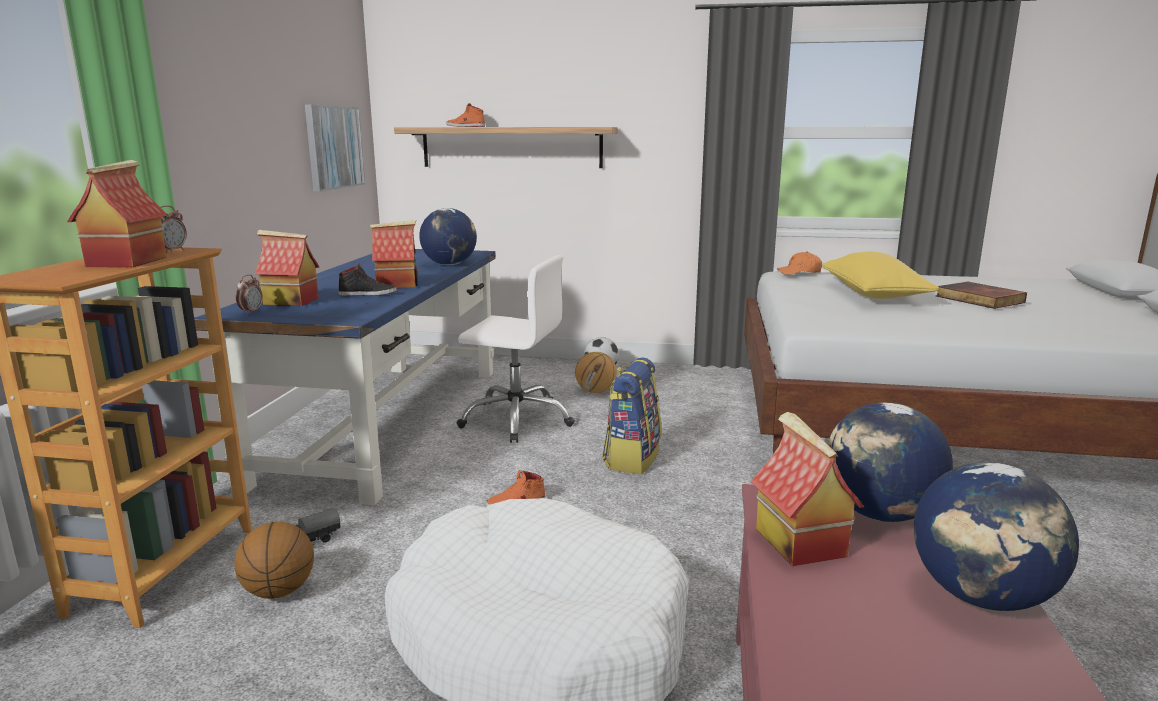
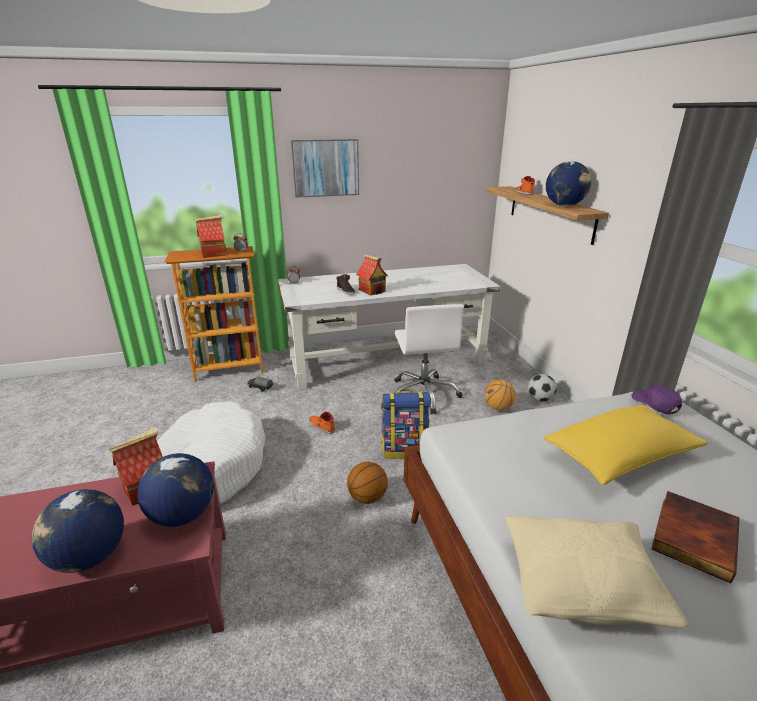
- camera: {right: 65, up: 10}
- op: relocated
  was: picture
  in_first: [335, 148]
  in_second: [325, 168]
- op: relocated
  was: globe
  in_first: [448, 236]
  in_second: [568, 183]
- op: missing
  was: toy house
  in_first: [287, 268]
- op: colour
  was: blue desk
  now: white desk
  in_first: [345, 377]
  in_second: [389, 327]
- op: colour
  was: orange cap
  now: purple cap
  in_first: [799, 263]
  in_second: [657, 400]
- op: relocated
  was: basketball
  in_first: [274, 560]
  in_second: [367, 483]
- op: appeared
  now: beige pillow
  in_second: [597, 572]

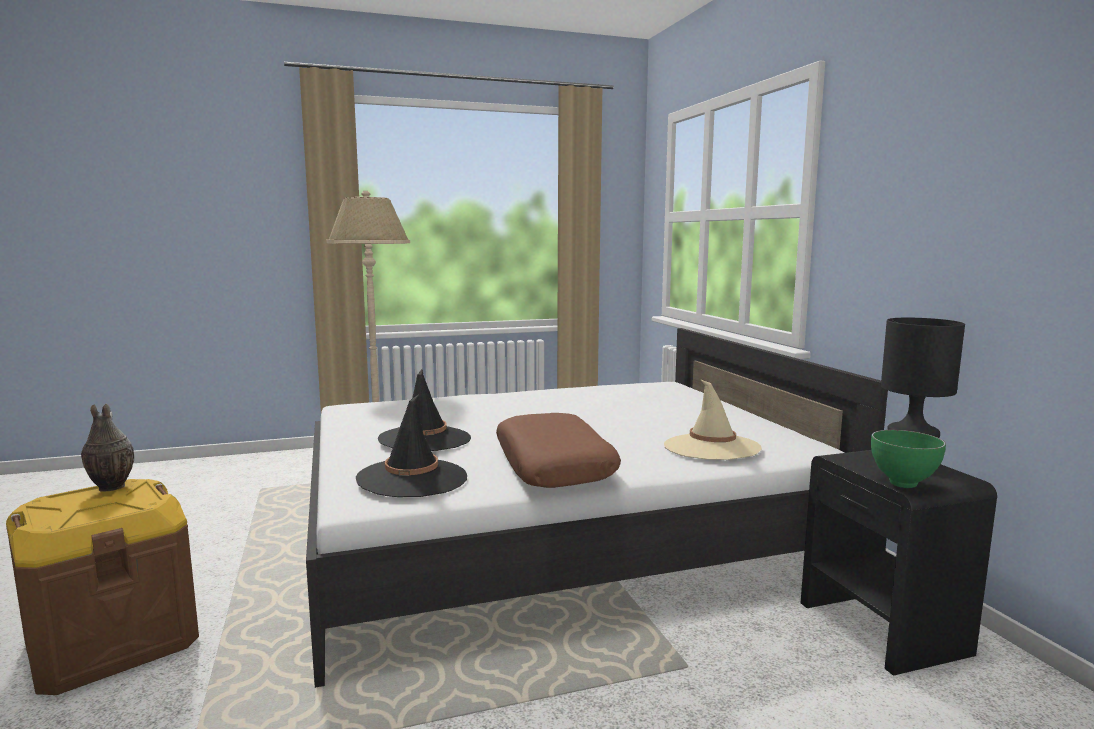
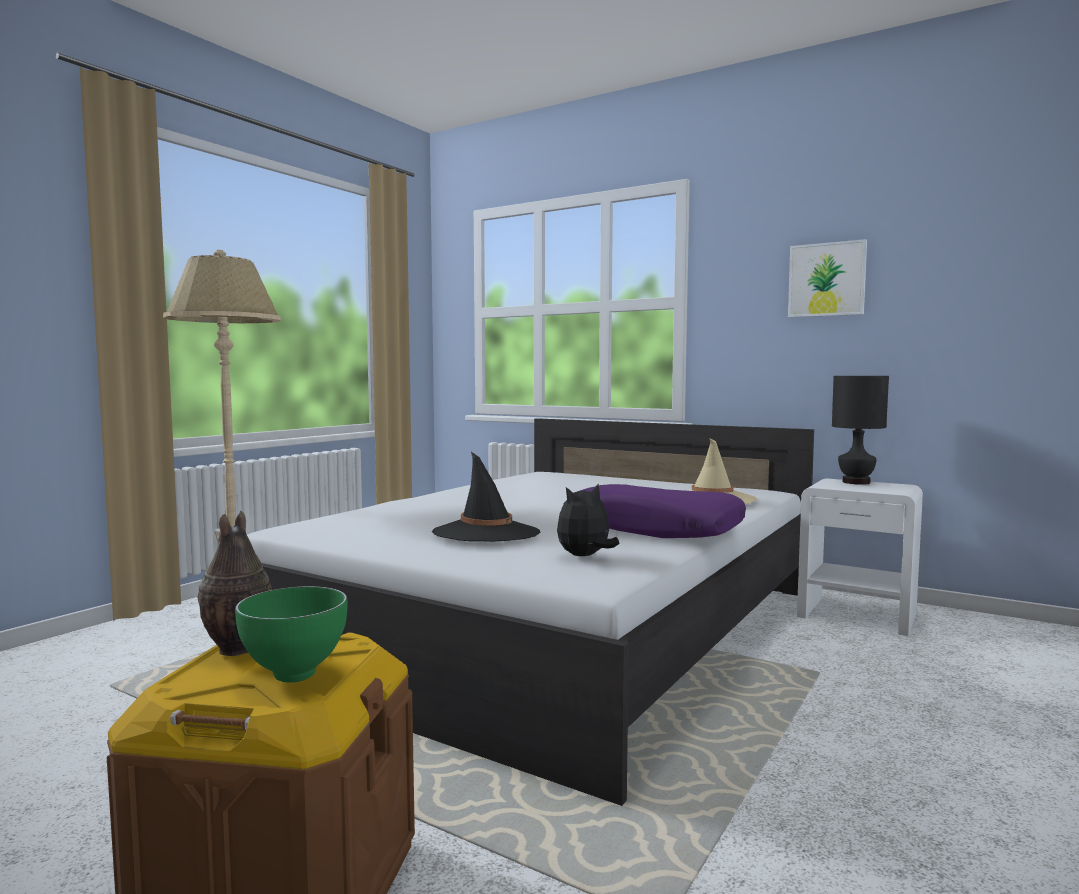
- camera: {right: -40, up: -5}
- op: exchanged
  was: black hat
  now: plush toy
  in_first: [411, 446]
  in_second: [588, 520]
- op: colour
  was: brown pillow
  now: purple pillow
  in_first: [558, 450]
  in_second: [661, 511]
- op: relocated
  was: green bowl
  in_first: [908, 459]
  in_second: [291, 634]
- op: colour
  was: black nightstand
  now: white nightstand
  in_first: [899, 563]
  in_second: [860, 557]
- op: appeared
  now: picture
  in_second: [827, 278]

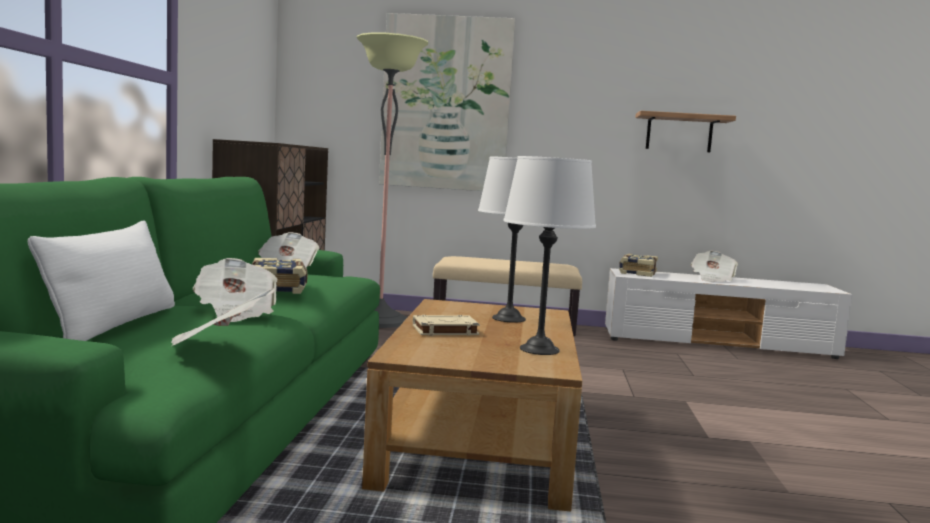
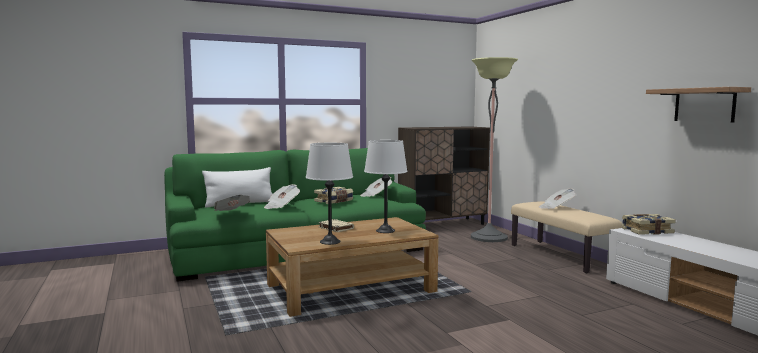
- camera: {right: 60, up: 0}
- op: missing
  was: picture
  in_first: [447, 102]
- op: relocated
  was: newspaper
  in_first: [714, 266]
  in_second: [557, 198]

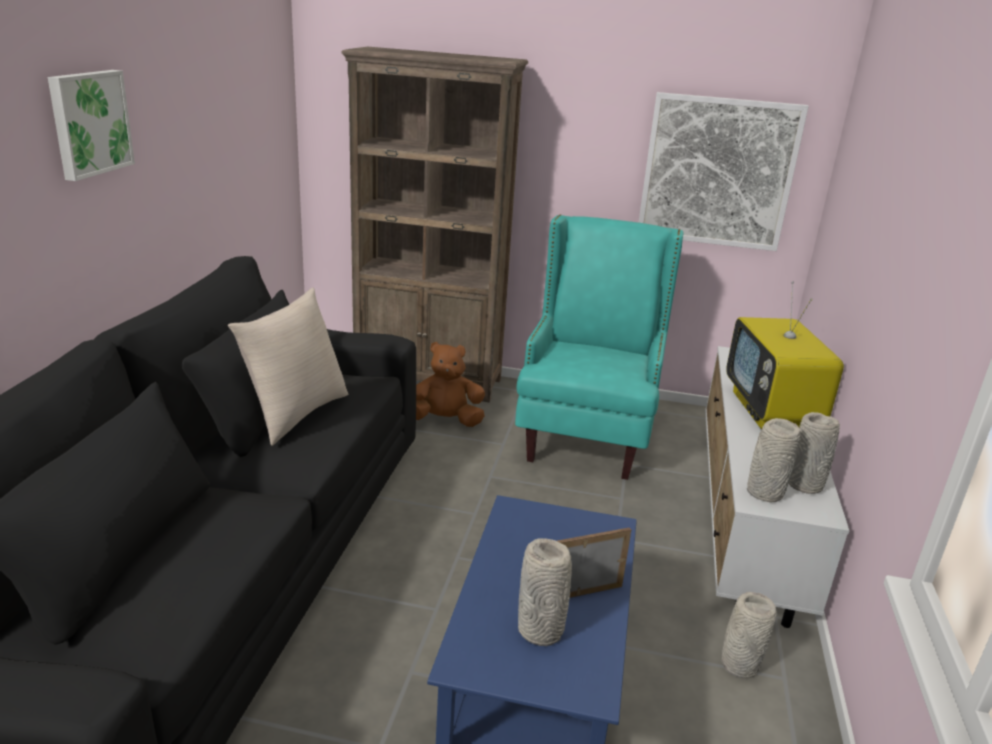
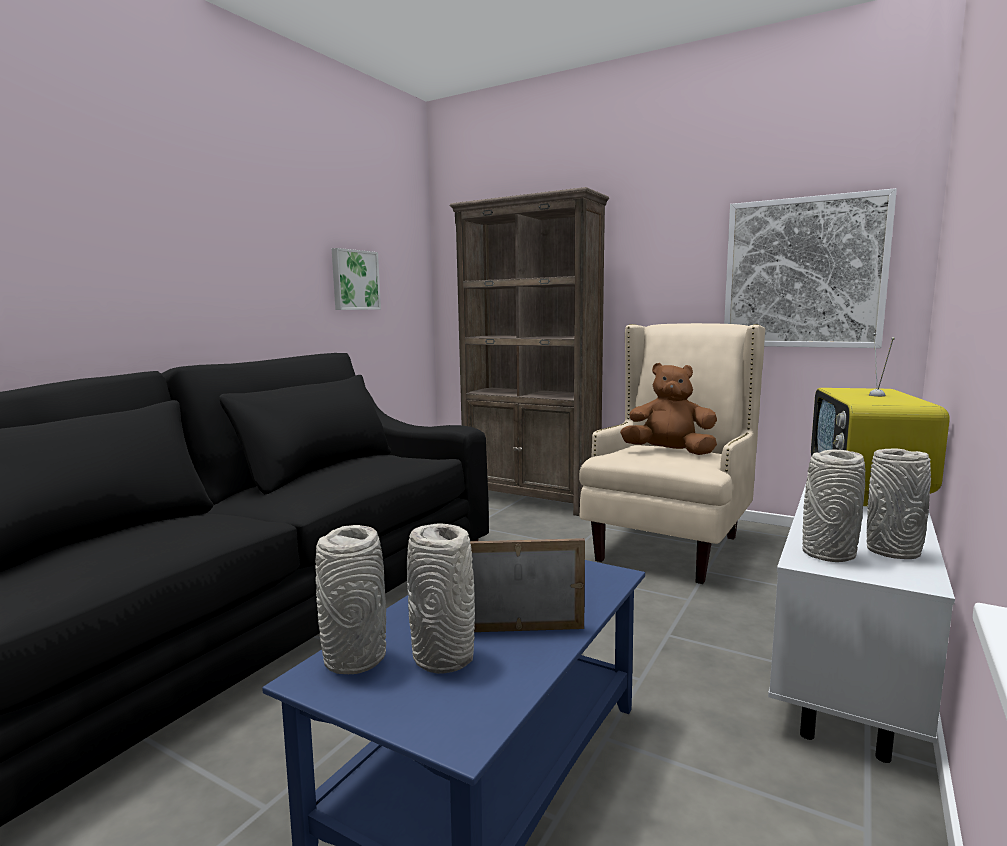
- camera: {right: 20, up: -15}
- op: relocated
  was: picture
  in_first: [91, 125]
  in_second: [356, 279]
- op: colour
  was: turquoise armchair
  now: beige armchair
  in_first: [599, 347]
  in_second: [672, 453]
- op: missing
  was: beige pillow
  in_first: [288, 367]
- op: relocated
  was: brown plush toy
  in_first: [450, 384]
  in_second: [668, 409]
- op: relocated
  was: grey vase
  in_first: [749, 635]
  in_second: [350, 599]

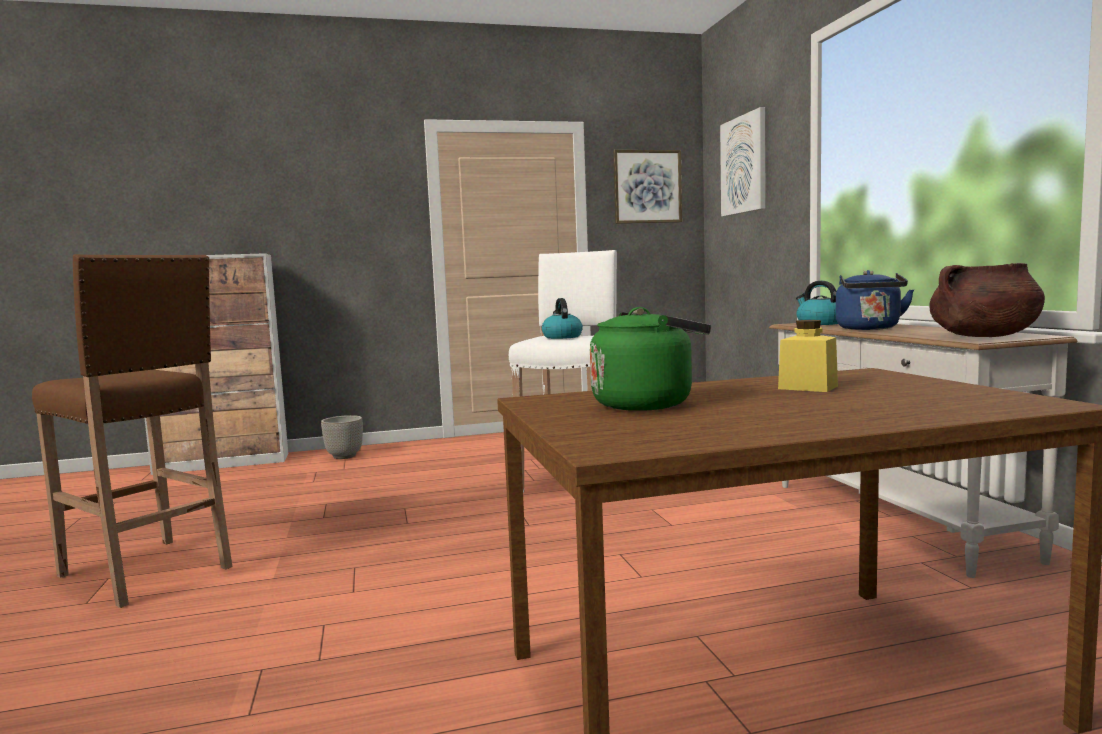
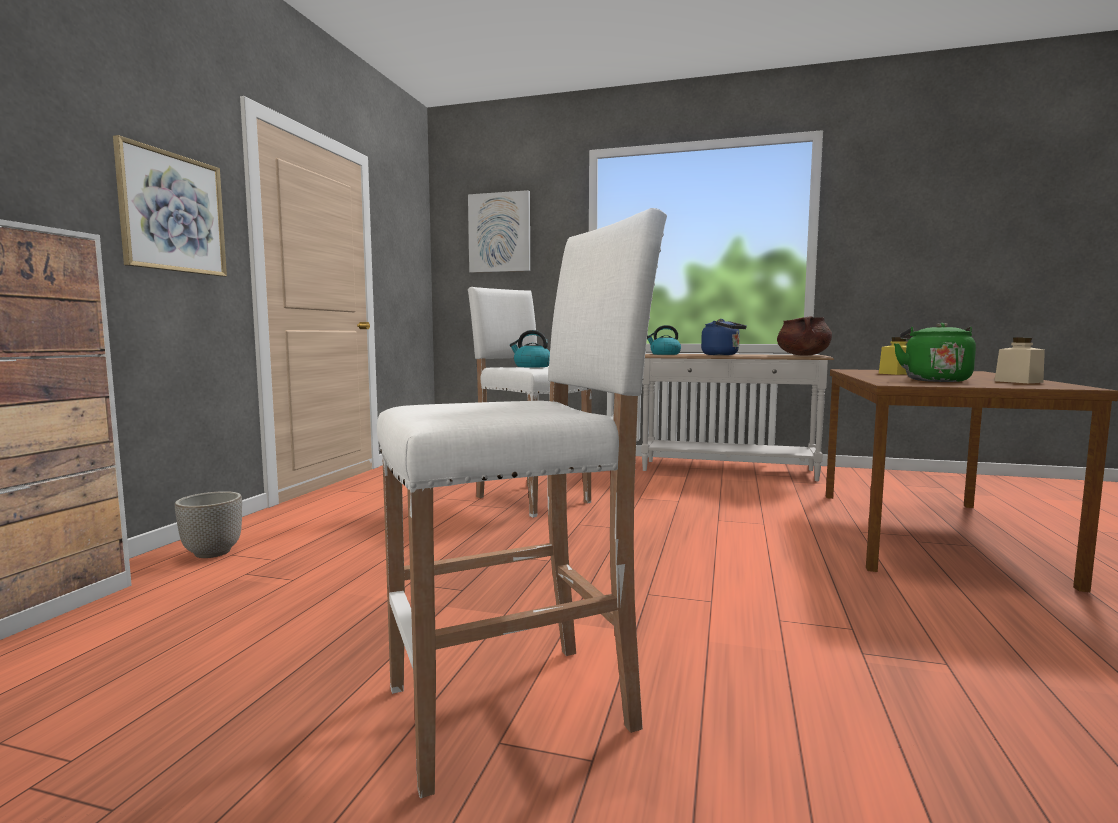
- camera: {right: -60, up: 0}
- op: relocated
  was: picture
  in_first: [647, 187]
  in_second: [170, 206]
- op: colour
  was: brown stool
  now: white stool
  in_first: [132, 431]
  in_second: [522, 503]
- op: appeared
  now: beige jar
  in_second: [1020, 360]

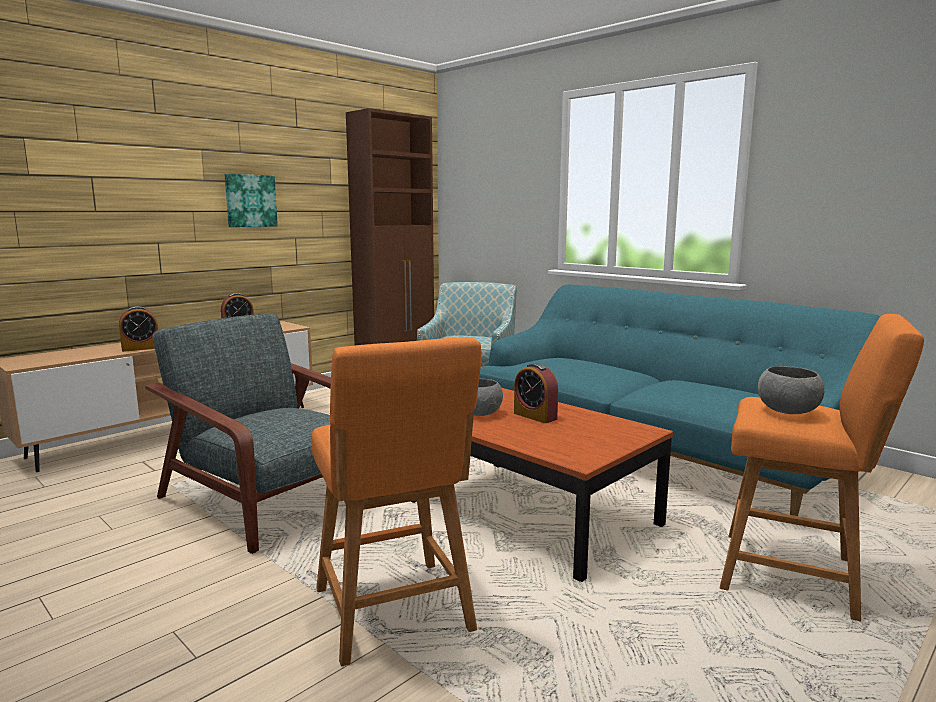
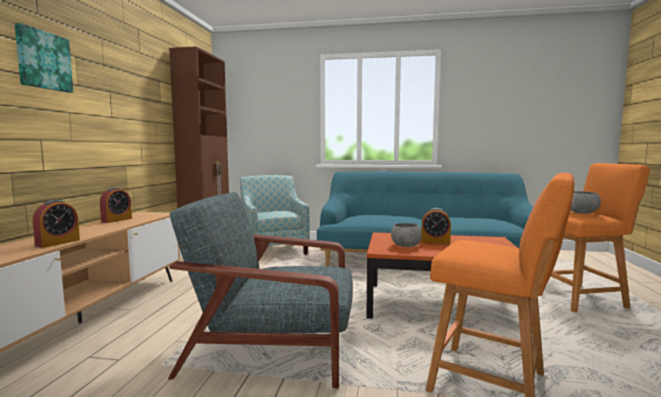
- camera: {right: -35, up: -5}
- op: relocated
  was: picture
  in_first: [251, 200]
  in_second: [44, 58]

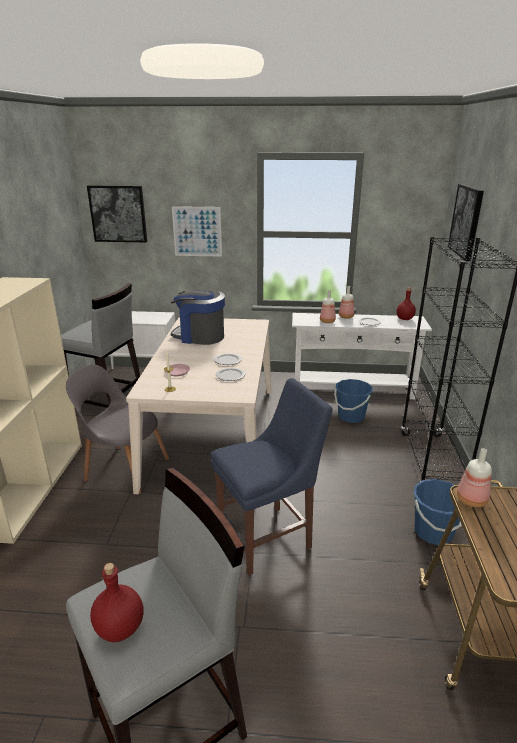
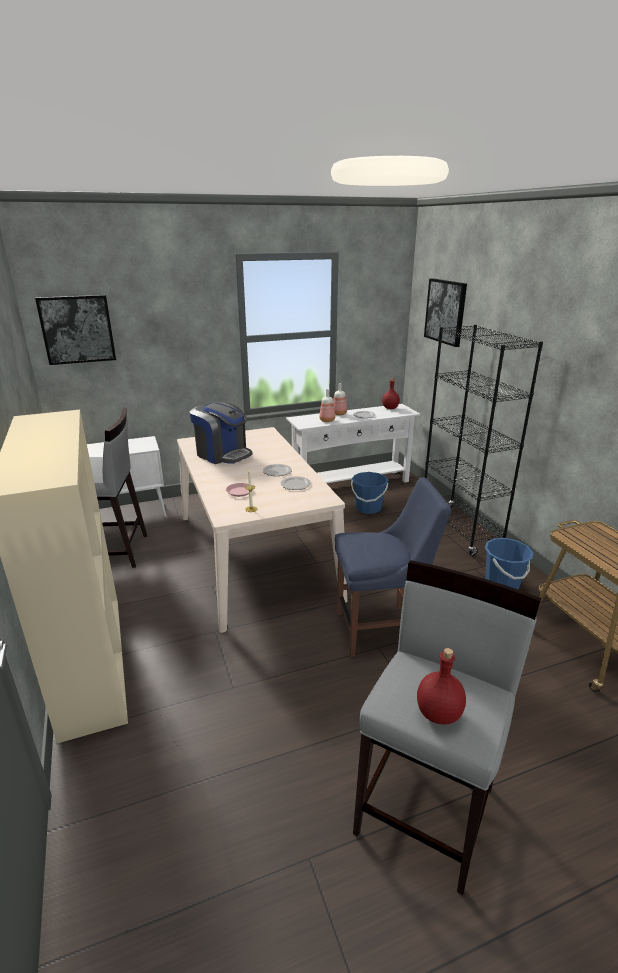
- camera: {right: -25, up: 0}
- op: missing
  was: picture
  in_first: [197, 231]
- op: spun
  was: coffee machine
  in_first: [198, 318]
  in_second: [220, 433]
  clockwise: -135
- op: missing
  was: grey chair
  in_first: [117, 429]
- op: spun
  was: blue chair
  in_first: [272, 477]
  in_second: [393, 567]
  clockwise: 45
- op: missing
  was: bottle
  in_first: [474, 477]

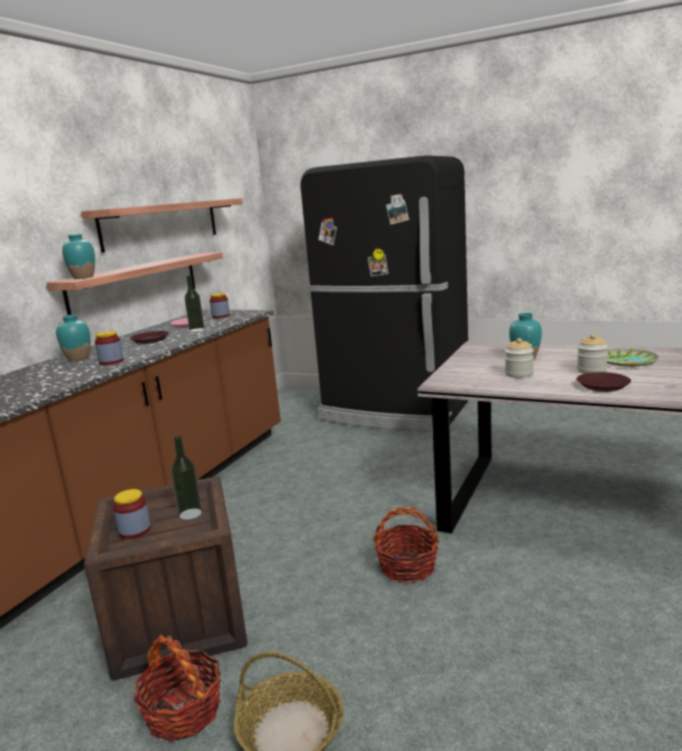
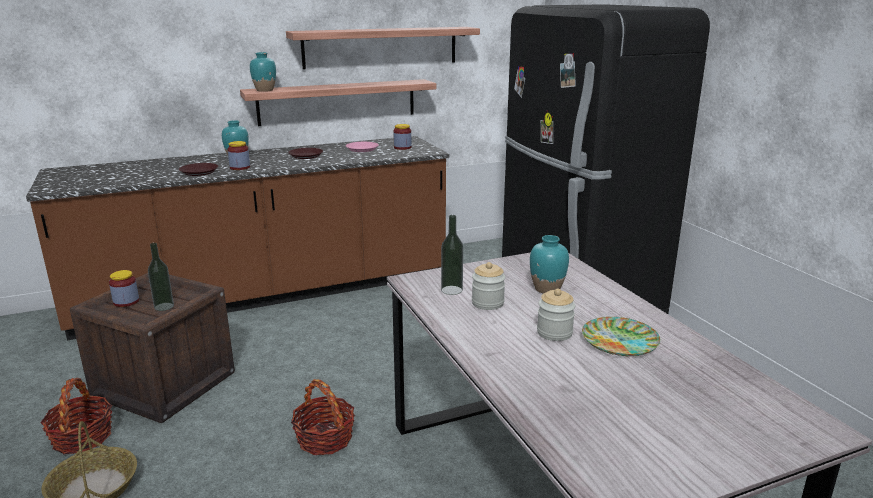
- camera: {right: 40, up: 5}
- op: relocated
  was: bottle
  in_first: [195, 303]
  in_second: [452, 255]
- op: relocated
  was: brown plate
  in_first: [604, 382]
  in_second: [198, 169]

